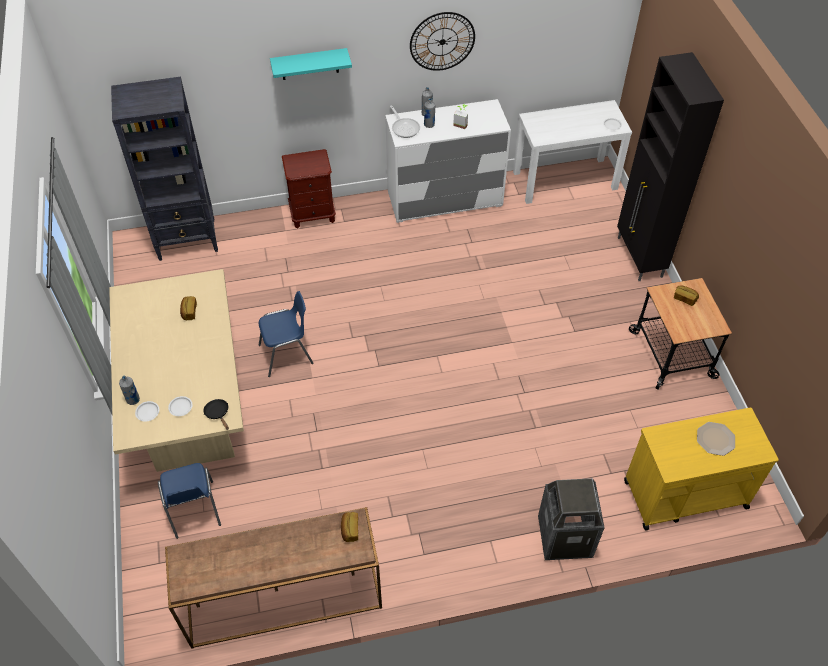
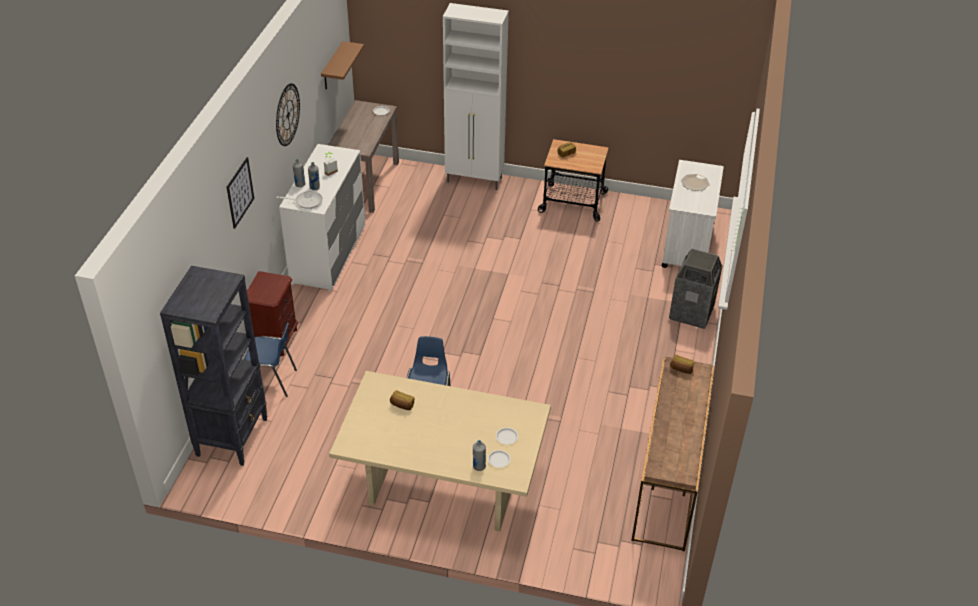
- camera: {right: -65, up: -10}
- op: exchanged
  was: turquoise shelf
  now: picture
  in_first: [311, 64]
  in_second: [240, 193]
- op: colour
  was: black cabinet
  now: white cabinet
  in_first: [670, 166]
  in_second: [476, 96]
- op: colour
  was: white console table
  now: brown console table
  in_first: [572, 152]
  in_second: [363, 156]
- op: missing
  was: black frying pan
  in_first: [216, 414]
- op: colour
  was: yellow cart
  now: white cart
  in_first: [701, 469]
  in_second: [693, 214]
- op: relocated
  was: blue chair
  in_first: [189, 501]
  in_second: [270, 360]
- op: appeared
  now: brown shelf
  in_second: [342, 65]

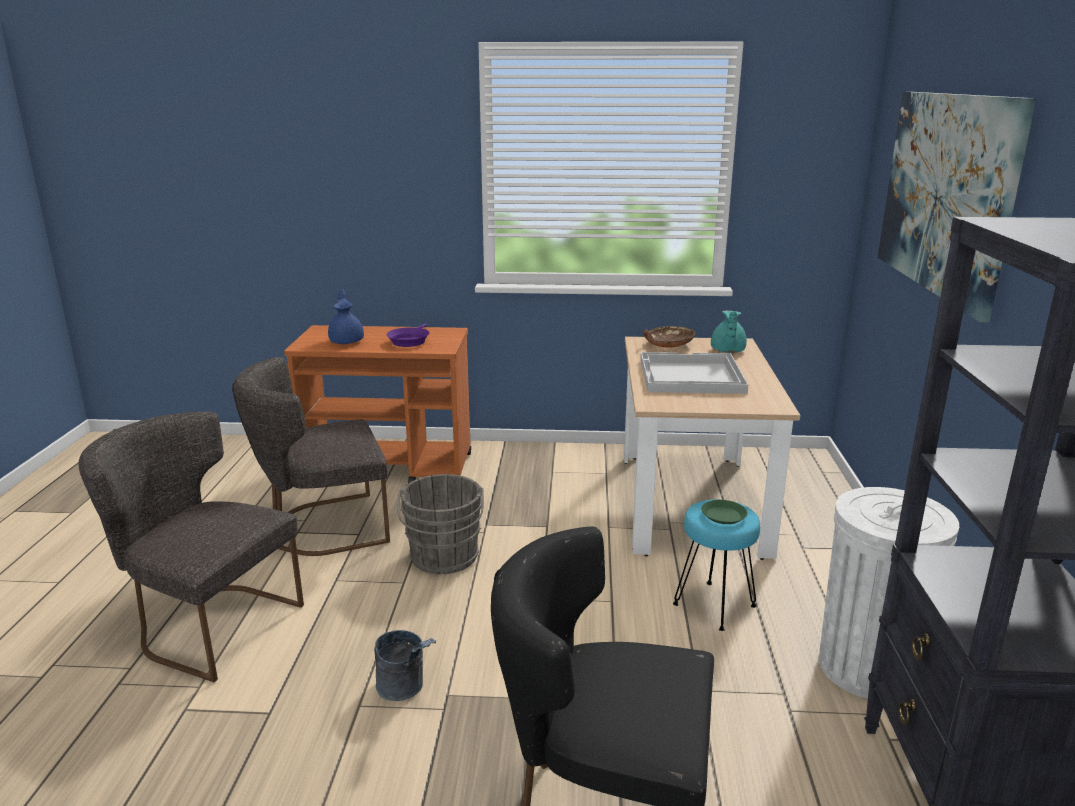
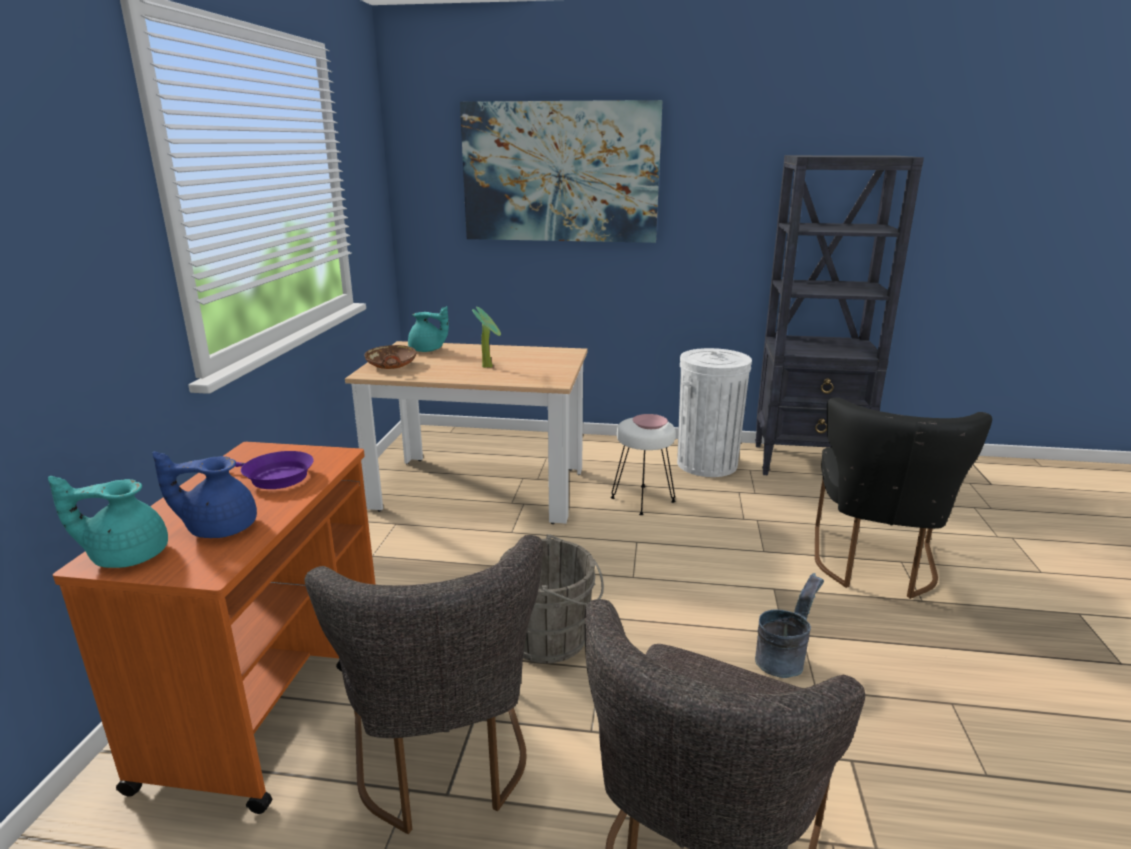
- camera: {right: -85, up: 0}
- op: exchanged
  was: white tray
  now: potted plant
  in_first: [694, 373]
  in_second: [486, 337]
- op: colour
  was: turquoise stool
  now: white stool
  in_first: [716, 565]
  in_second: [643, 466]
- op: colour
  was: green plate
  now: pink plate
  in_first: [724, 512]
  in_second: [650, 421]
- op: appeared
  now: turquoise teapot
  in_second: [108, 522]

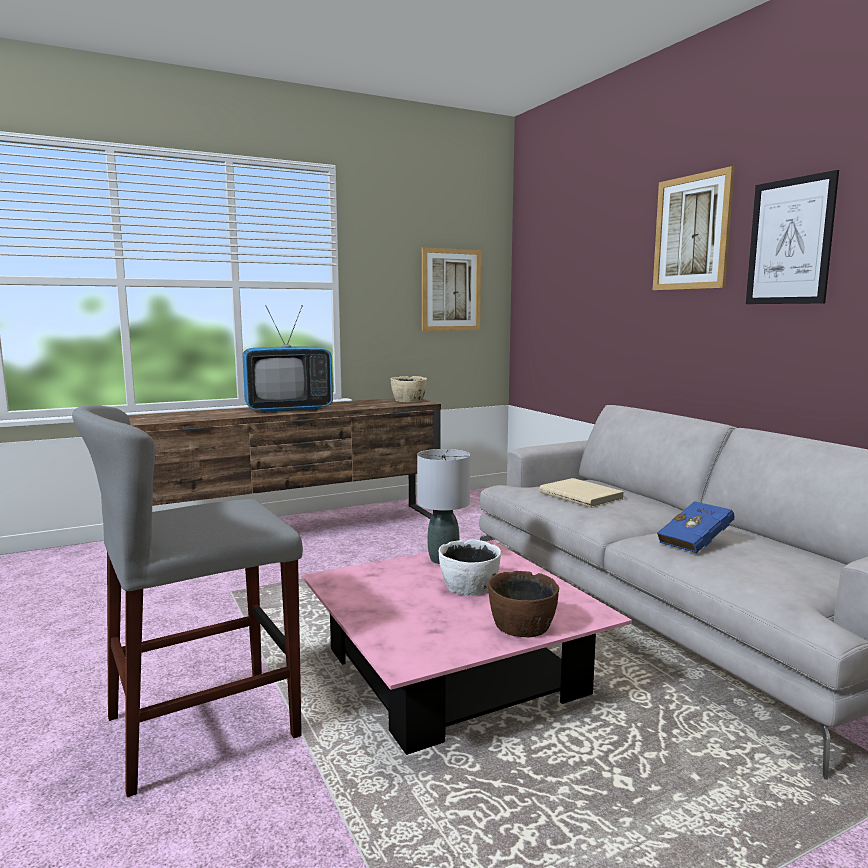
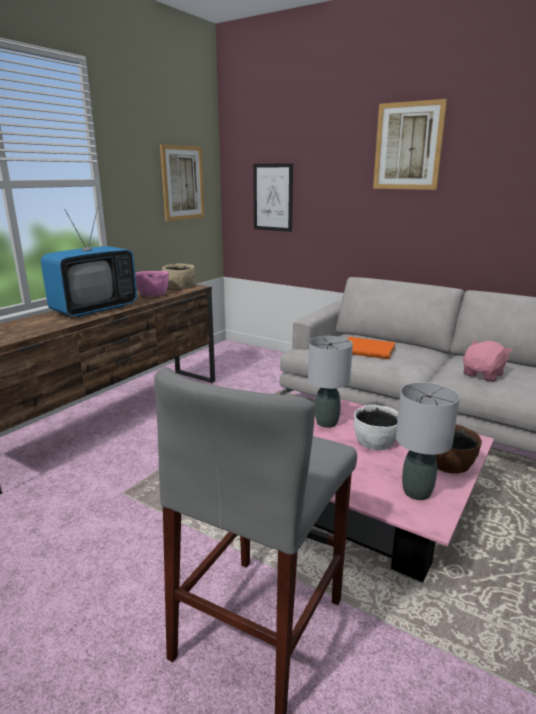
- camera: {right: -30, up: 10}
- op: relocated
  was: picture
  in_first: [792, 237]
  in_second: [273, 197]
- op: colour
  was: beige book
  now: orange book
  in_first: [582, 493]
  in_second: [371, 348]
- op: exchanged
  was: blue book
  now: pink plush toy
  in_first: [696, 527]
  in_second: [488, 361]
- op: appeared
  now: pink bowl
  in_second: [152, 283]
- op: appeared
  now: grey table lamp
  in_second: [428, 441]

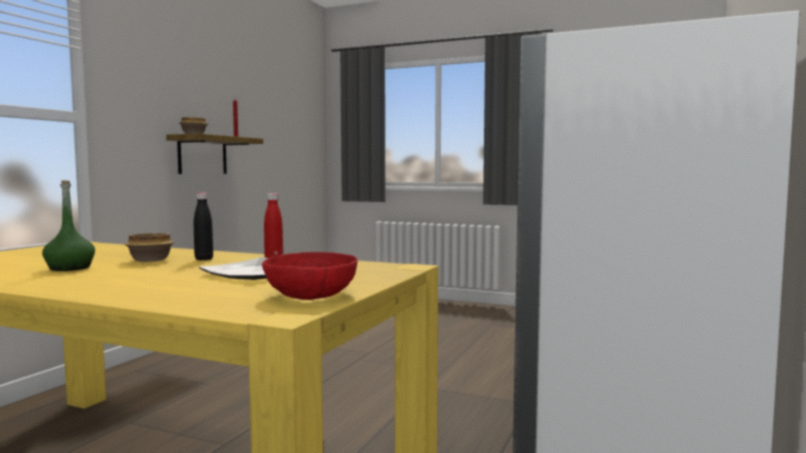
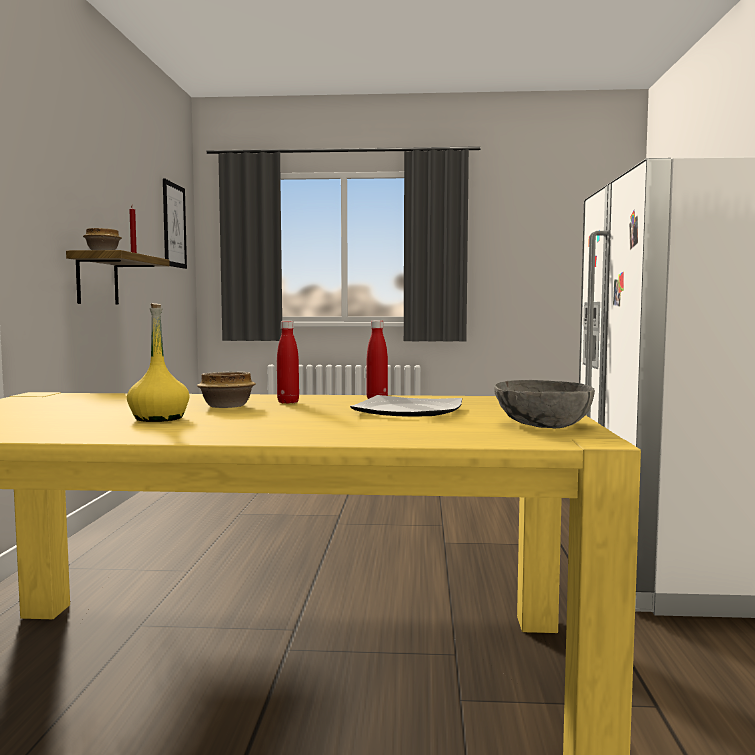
- camera: {right: -20, up: 0}
- op: colour
  was: green bottle
  now: yellow bottle
  in_first: [68, 225]
  in_second: [158, 362]
- op: colour
  was: black bottle
  now: red bottle
  in_first: [203, 226]
  in_second: [288, 362]
- op: colour
  was: red bowl
  now: grey bowl
  in_first: [310, 276]
  in_second: [544, 404]
- op: appeared
  now: picture
  in_second: [175, 223]

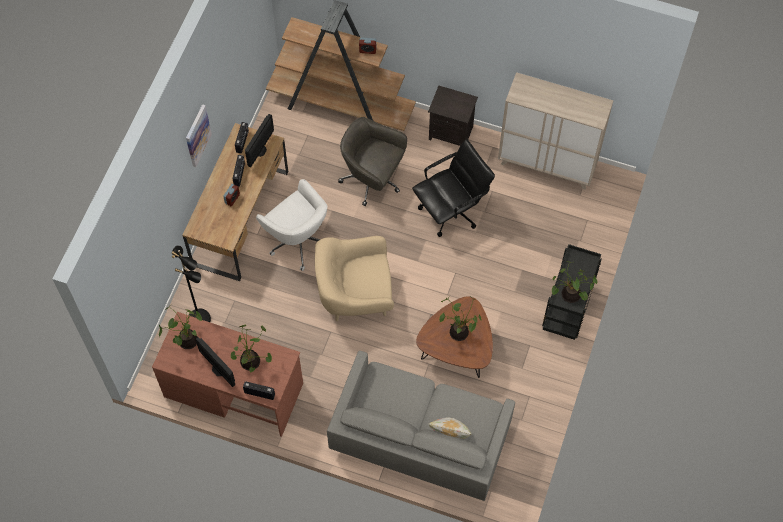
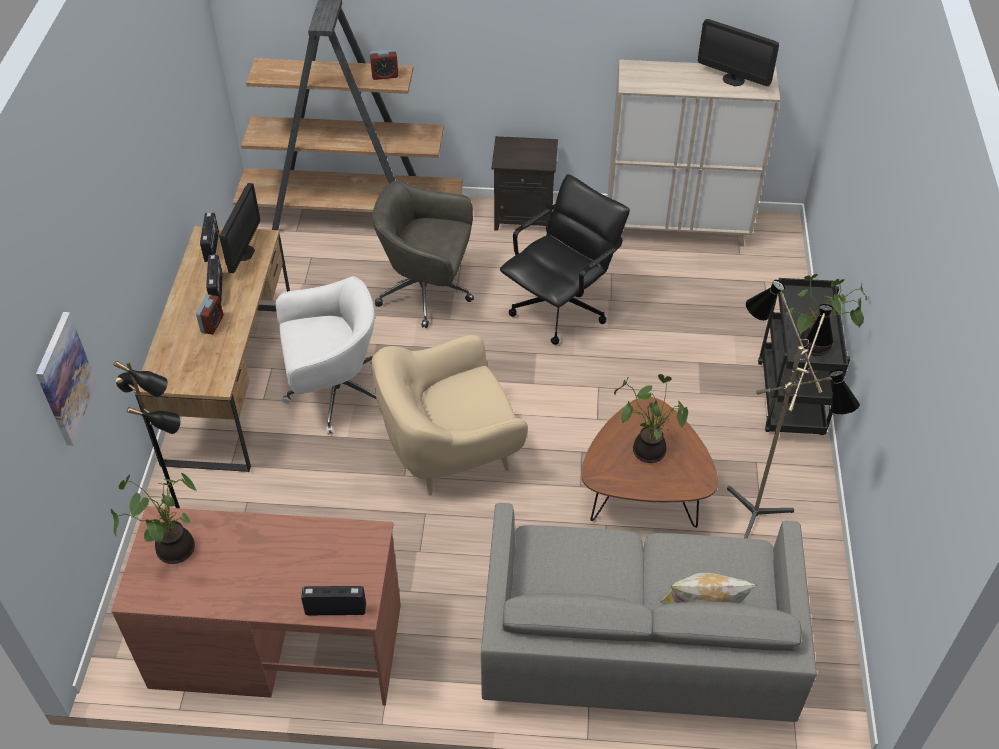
- camera: {right: -15, up: -15}
- op: relocated
  was: picture
  in_first: [199, 135]
  in_second: [66, 379]
- op: spun
  was: white office chair
  in_first: [292, 225]
  in_second: [327, 355]
  clockwise: -45
- op: missing
  was: potted plant
  in_first: [251, 349]
- op: relocated
  was: monitor
  in_first: [215, 362]
  in_second: [738, 52]
- op: appeared
  now: floor lamp
  in_second: [793, 409]

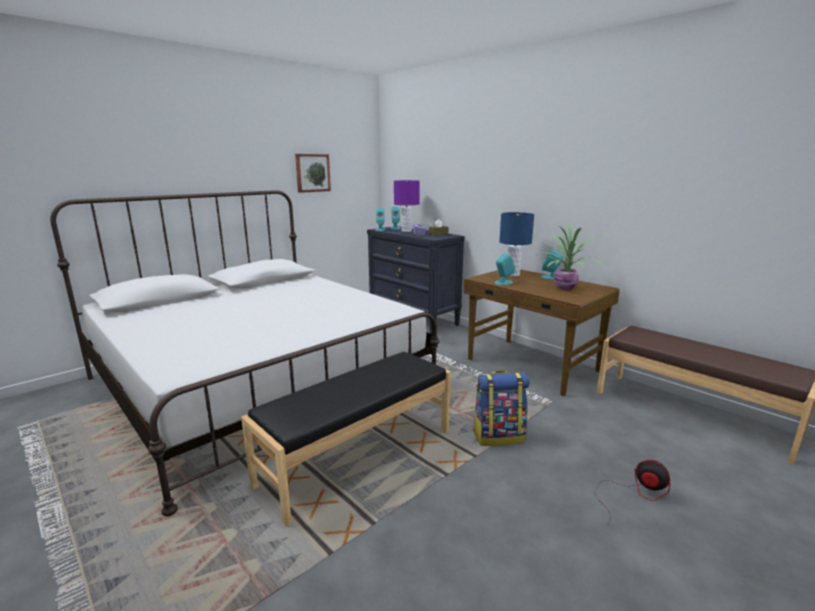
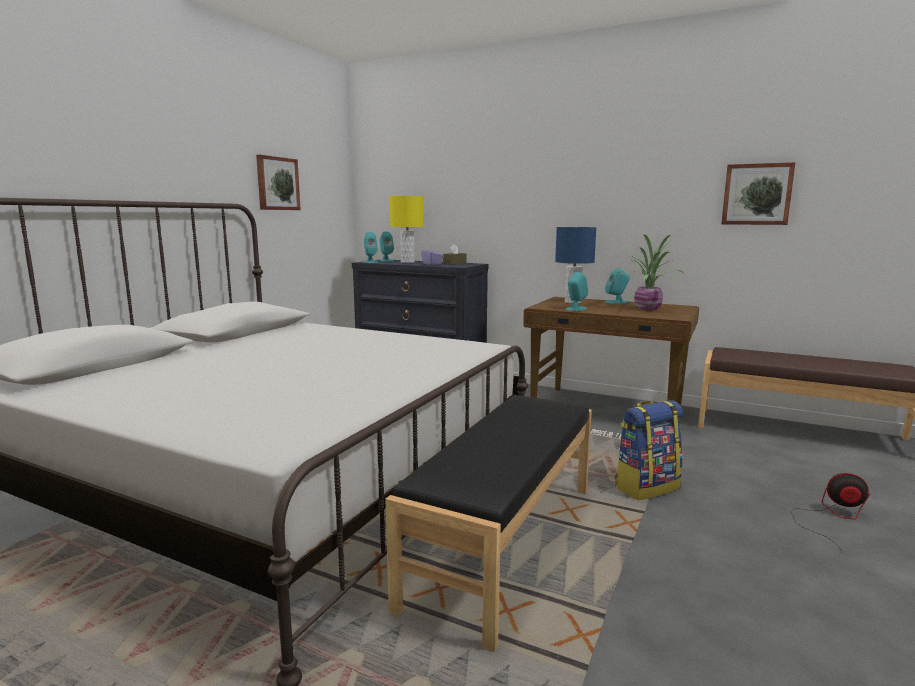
- camera: {right: -20, up: -5}
- op: colour
  was: purple table lamp
  now: yellow table lamp
  in_first: [407, 206]
  in_second: [407, 229]
- op: appeared
  now: picture
  in_second: [758, 193]

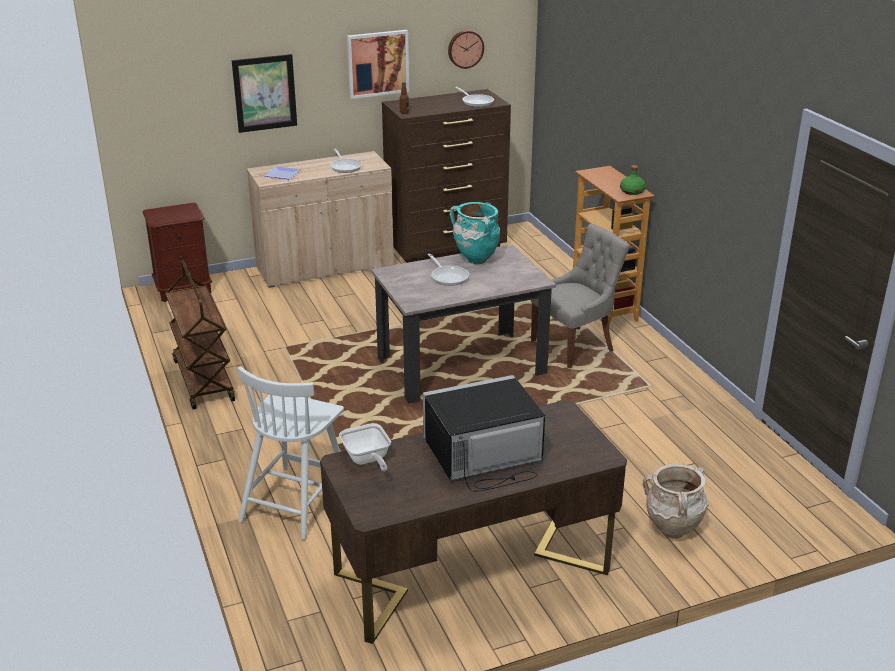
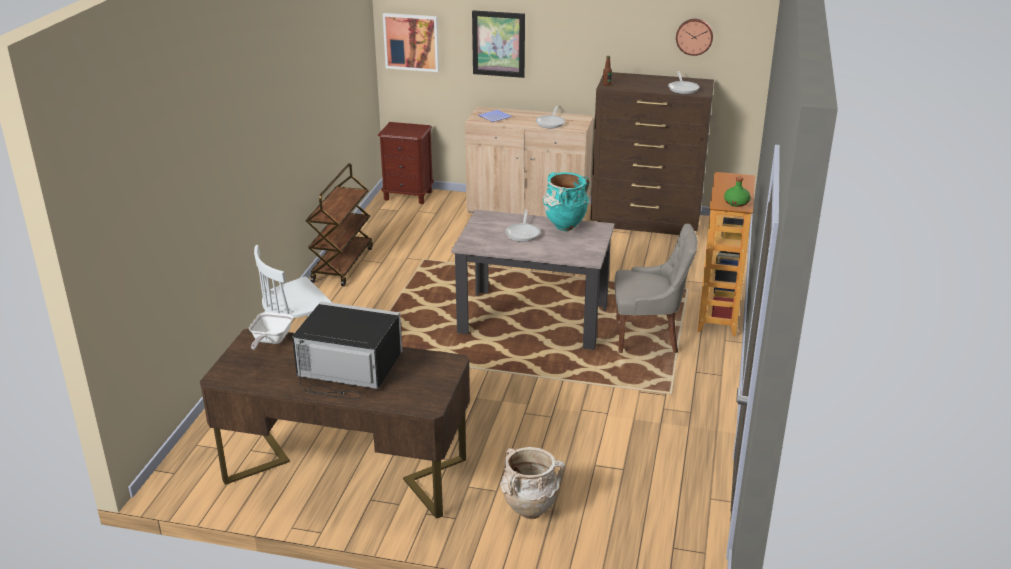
- camera: {right: 35, up: 0}
- op: relocated
  was: picture
  in_first: [378, 64]
  in_second: [411, 42]

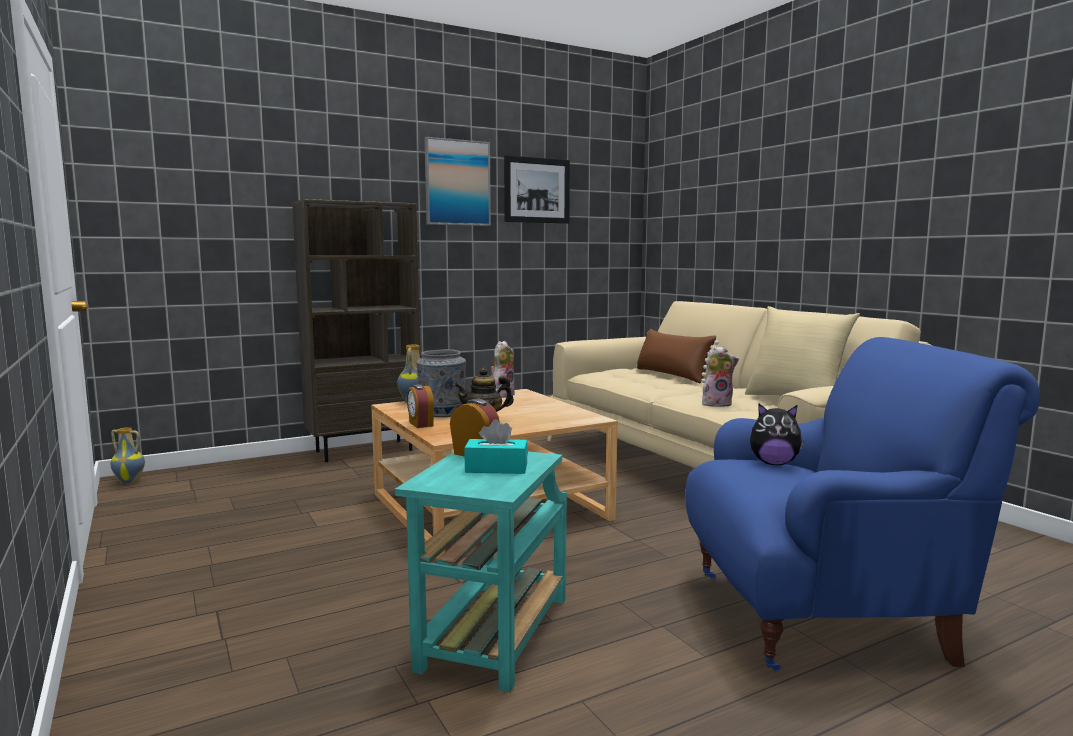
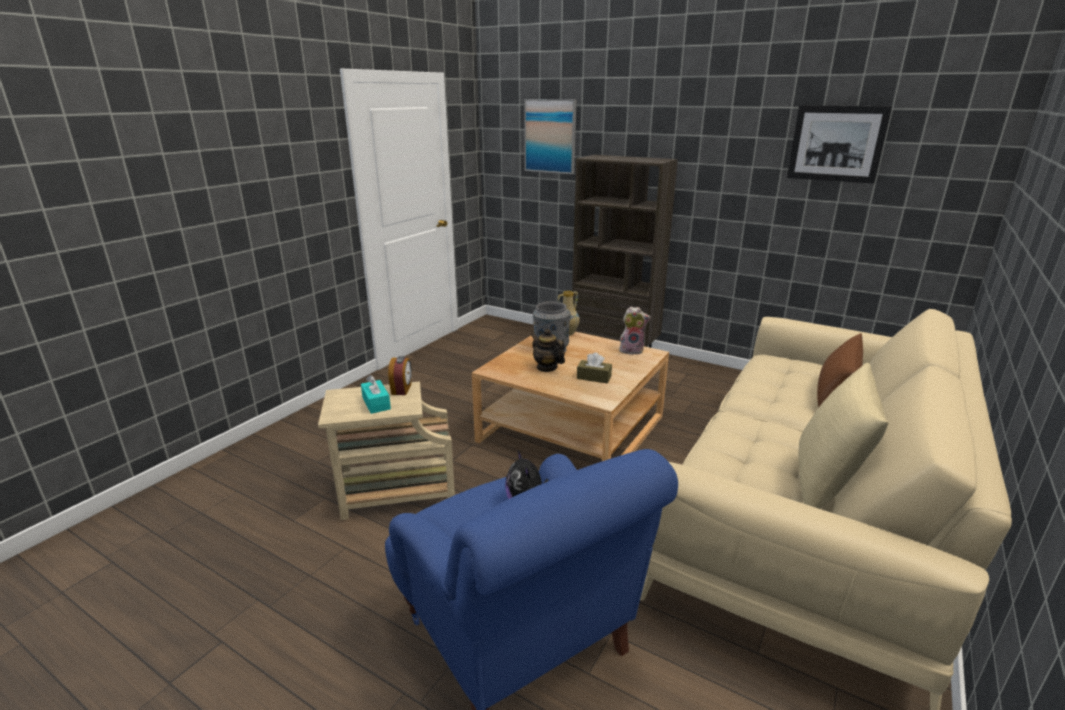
- camera: {right: 60, up: 15}
- op: relocated
  was: picture
  in_first: [457, 181]
  in_second: [550, 136]
- op: missing
  was: plush toy
  in_first: [720, 376]
- op: missing
  was: alarm clock
  in_first: [420, 406]
- op: missing
  was: vase
  in_first: [128, 455]
- op: colour
  was: turquoise side table
  now: beige side table
  in_first: [481, 572]
  in_second: [386, 450]
- op: appeared
  now: brown tissue box
  in_second: [594, 368]

